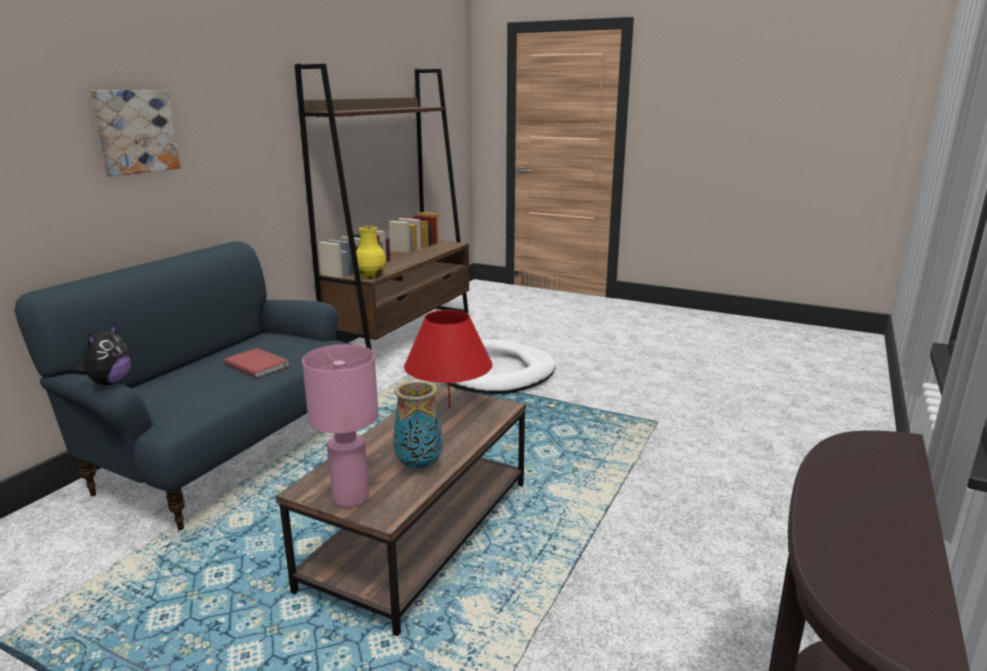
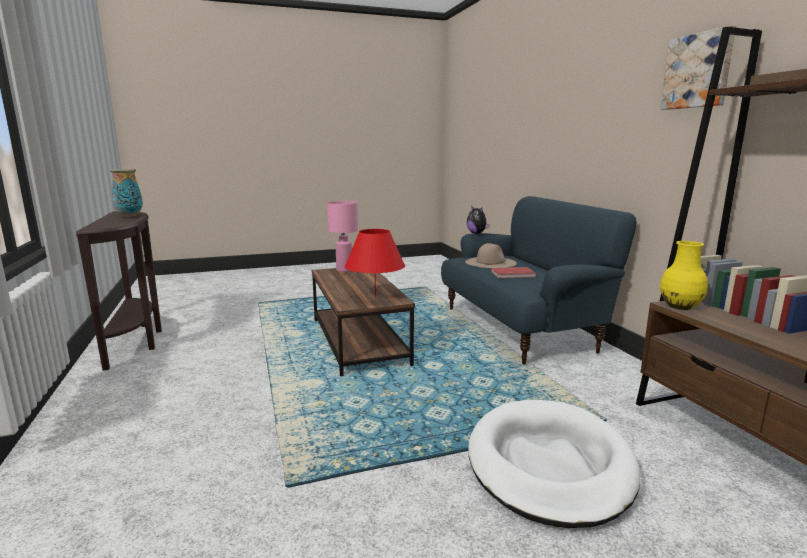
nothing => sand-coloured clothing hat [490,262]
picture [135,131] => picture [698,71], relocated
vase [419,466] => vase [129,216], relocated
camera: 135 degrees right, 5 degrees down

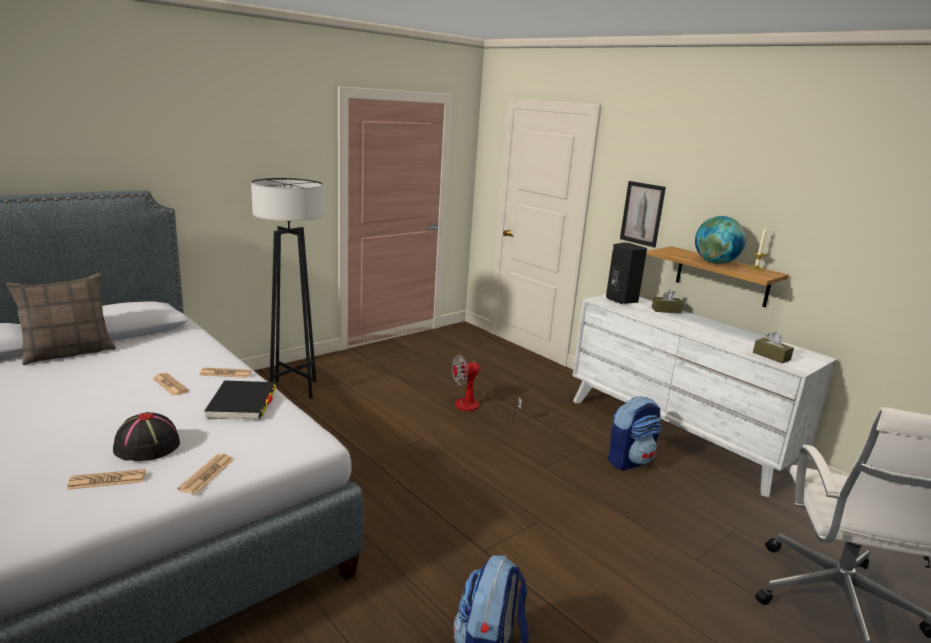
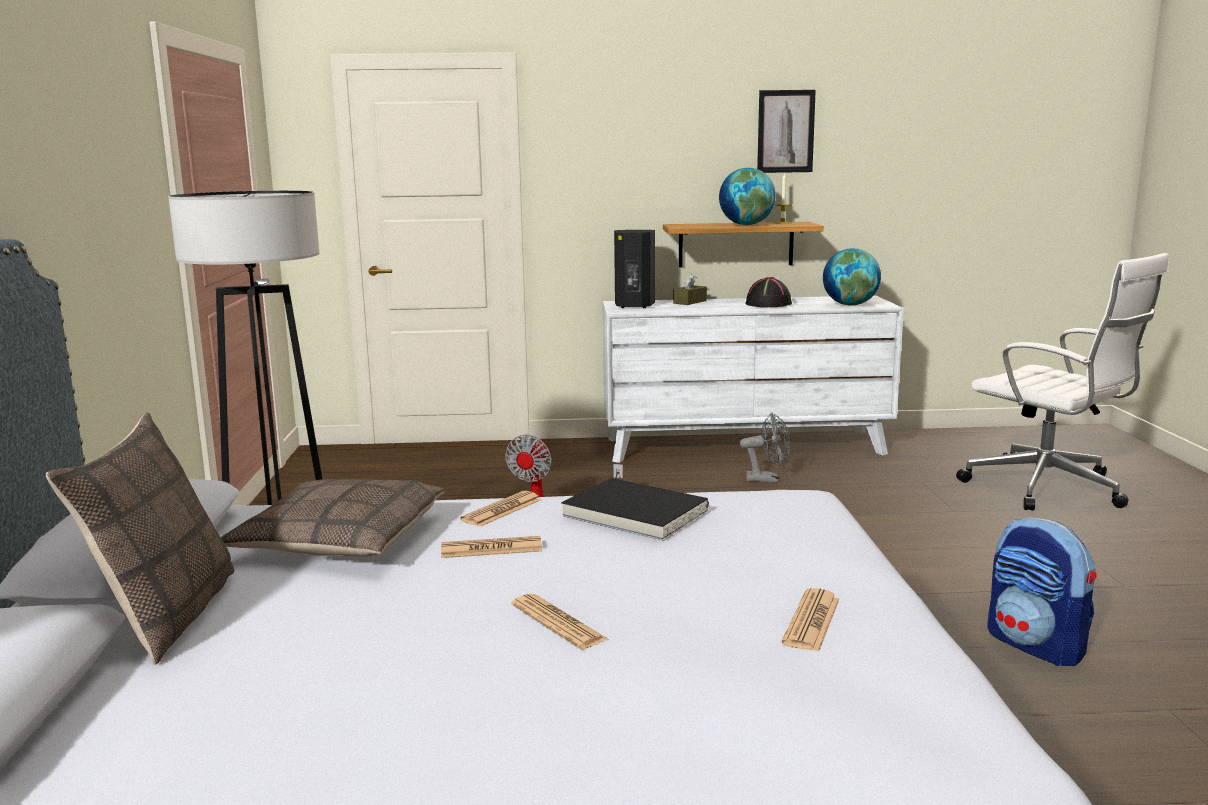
nothing => pillow [339,539]
black-coloured clothing hat [146,446] => black-coloured clothing hat [768,304], relocated
newspaper [207,474] => newspaper [558,622], relocated
picture [642,213] => picture [785,131], relocated
backpack [630,460] => greyish fan [767,479]
brownish tissue box [771,356] => desk globe [850,305]
camera: 50 degrees left, 5 degrees down

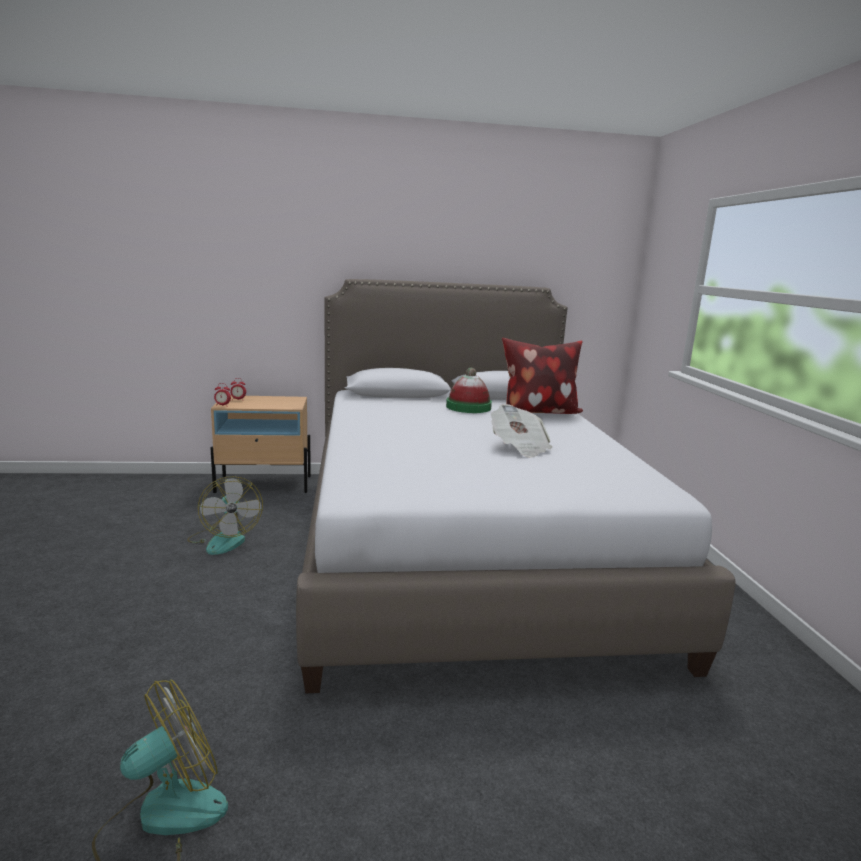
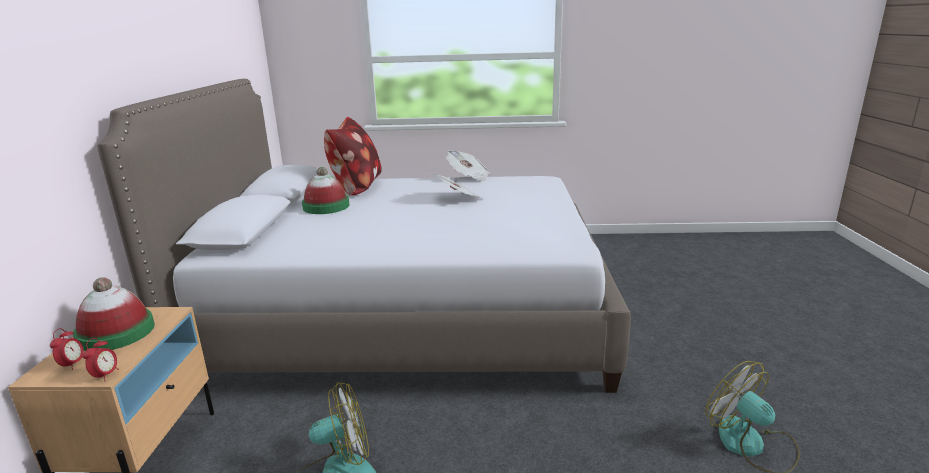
nothing => clothing hat [116,333]
nothing => newspaper [468,177]
camera: 80 degrees left, 5 degrees up

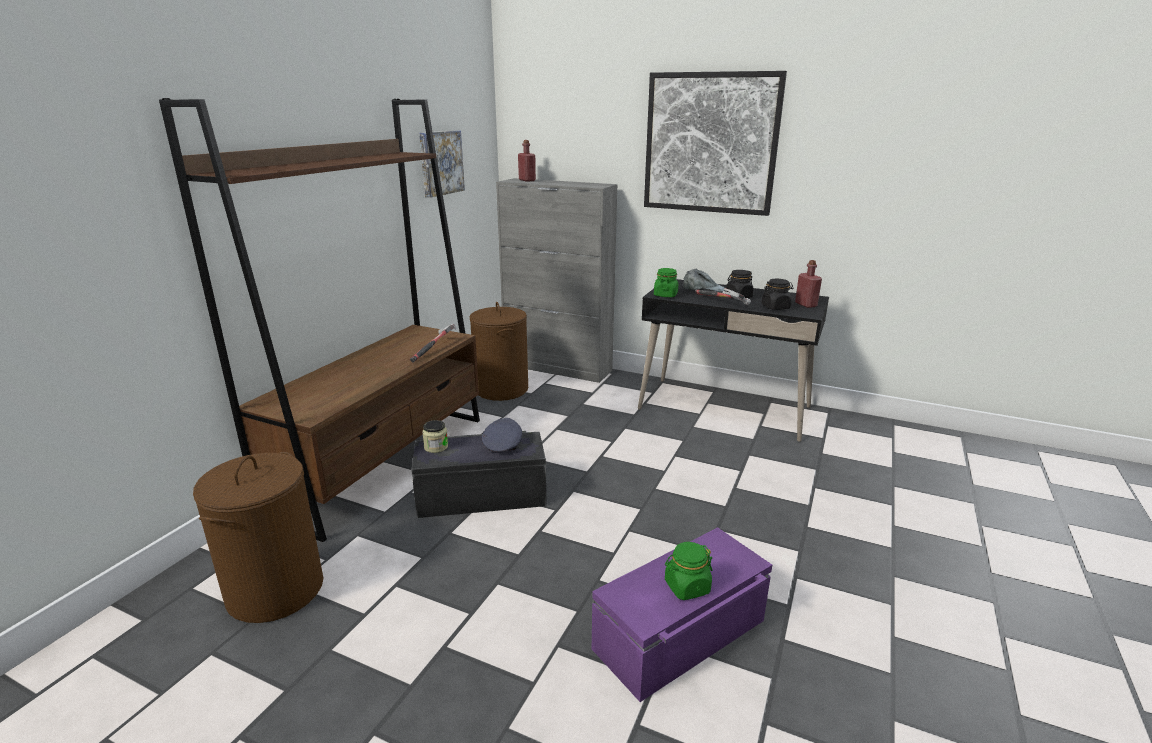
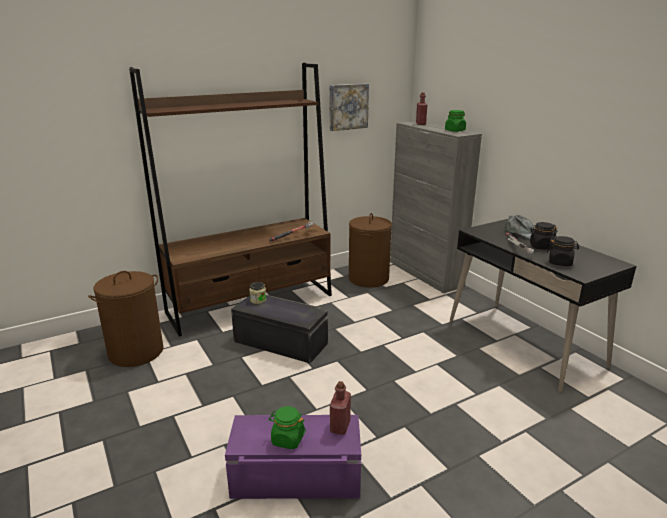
greyish cap [502,444] => nothing
picture [710,143] => nothing
green-coloured storage jar [665,295] => green-coloured storage jar [455,130], relocated
red-coloured drink bottle [806,304] => red-coloured drink bottle [340,426], relocated
camera: 35 degrees right, 0 degrees up

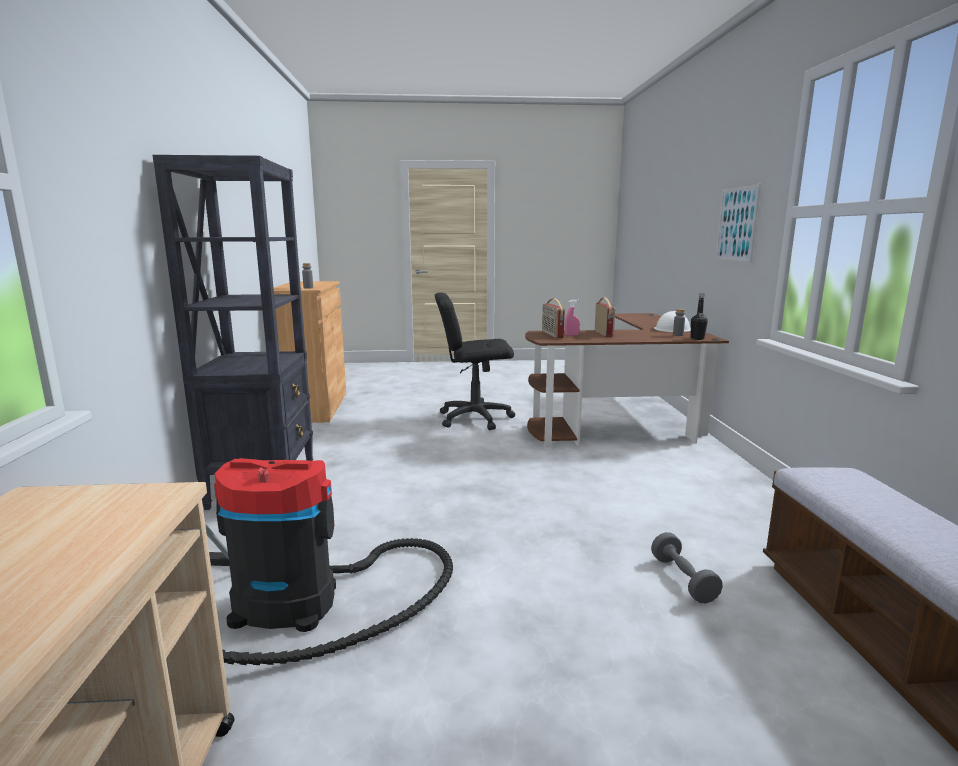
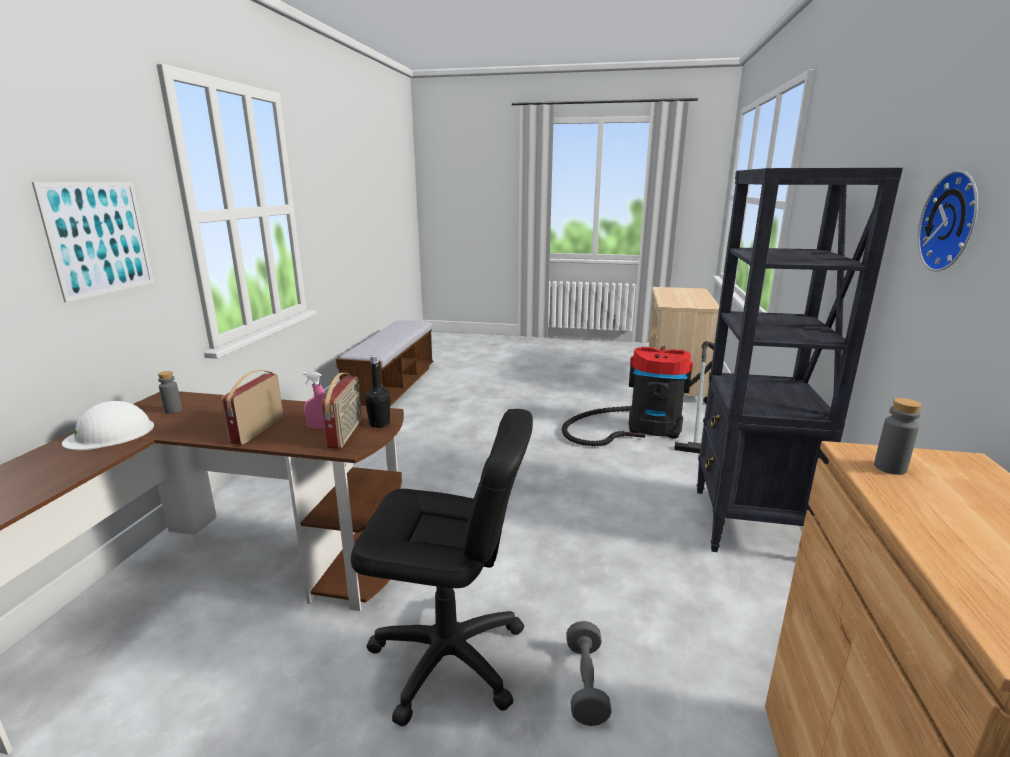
nothing => wall clock [954,222]
greyish dumbbell [683,579] => greyish dumbbell [586,683], relocated
black-coloured drink bottle [697,339] => black-coloured drink bottle [379,424], relocated
camera: 165 degrees left, 5 degrees up

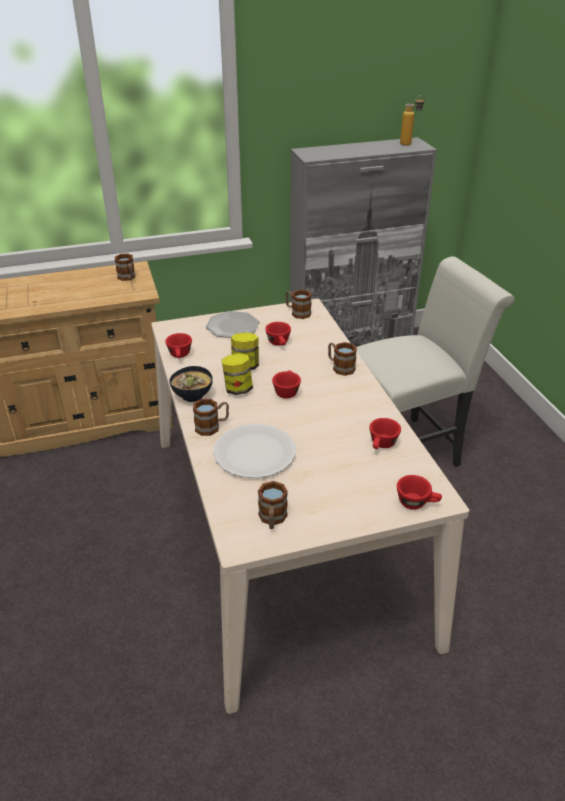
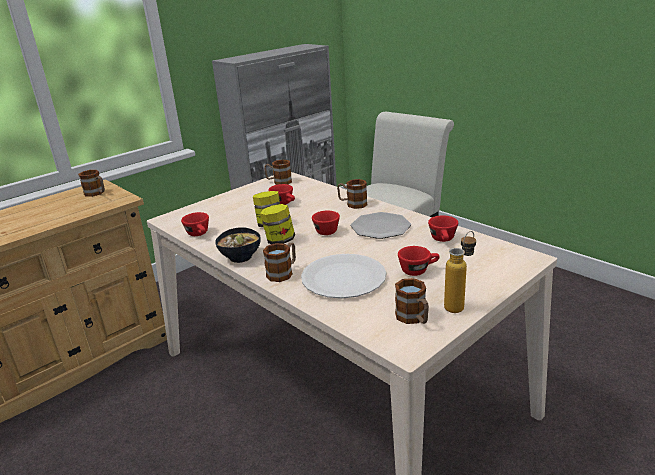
plate [232,326] => plate [380,227], relocated
red-coloured drinking cup [417,503] => red-coloured drinking cup [418,270], relocated
drink bottle [410,143] => drink bottle [459,305], relocated
camera: 25 degrees left, 10 degrees down

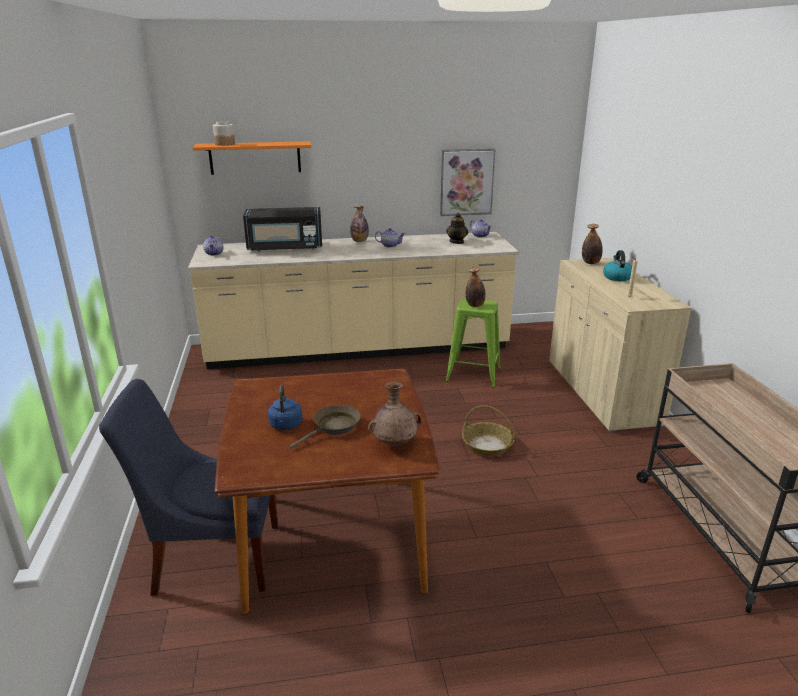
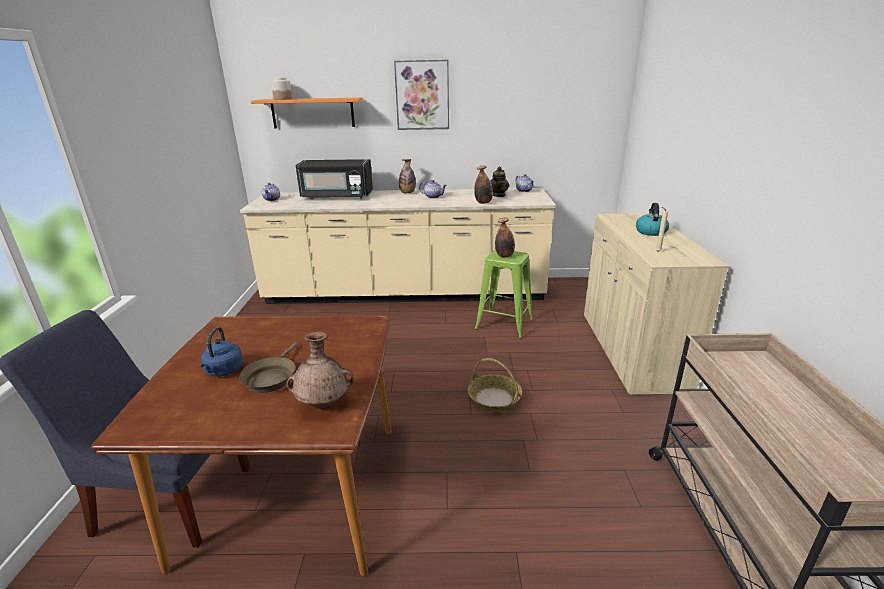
picture [466,182] => picture [422,95], relocated
drink bottle [590,263] => drink bottle [483,203], relocated
brownish skillet [334,427] => brownish skillet [271,377], 135 degrees clockwise
camera: 10 degrees right, 0 degrees up

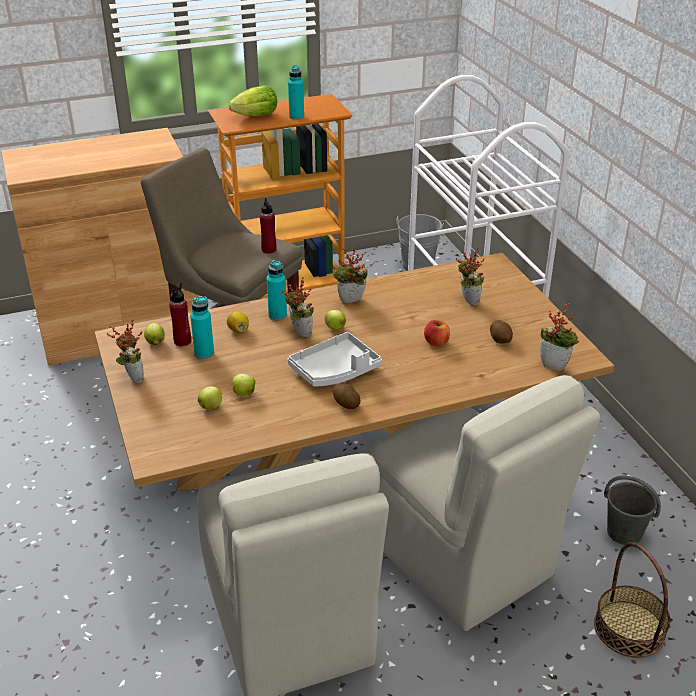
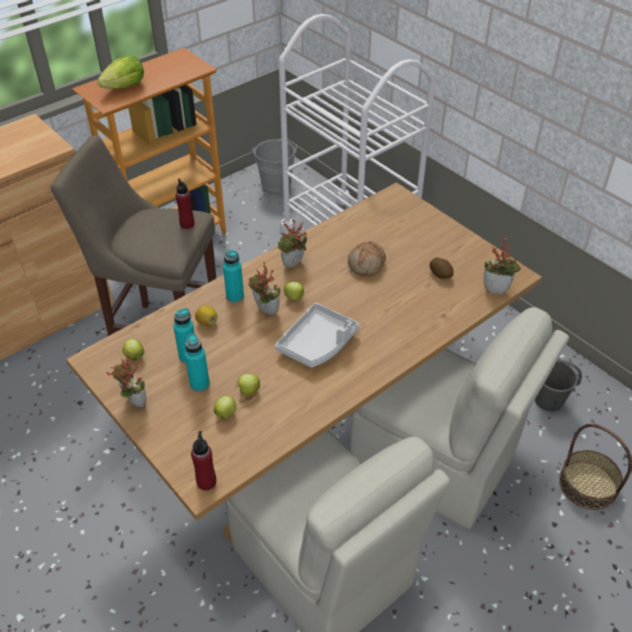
spud [345,403] => nothing
apple [436,342] => nothing
potted plant [467,301] => nothing
nothing => bakery bread [367,264]
red-coloured drink bottle [182,341] => red-coloured drink bottle [206,482], relocated
blue-green drink bottle [296,116] => blue-green drink bottle [199,384], relocated
camera: 20 degrees left, 10 degrees up

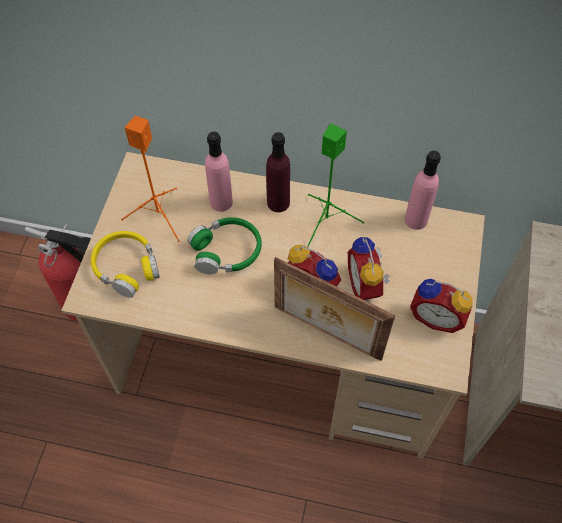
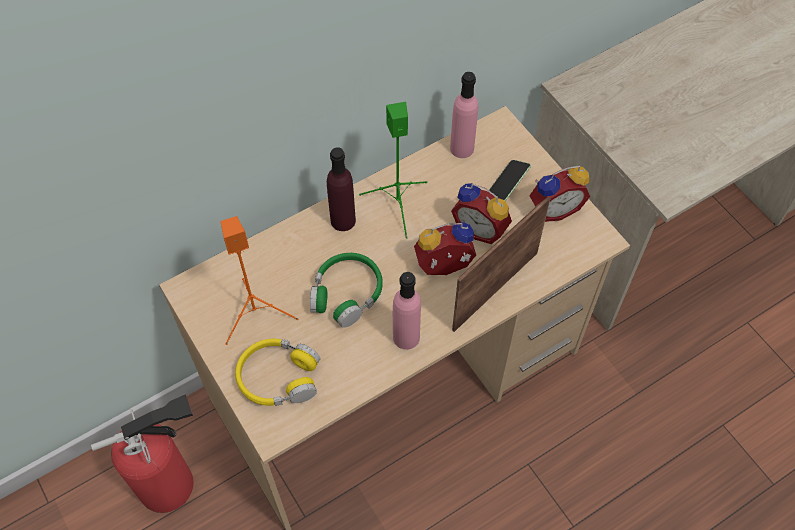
nothing => phone [507,185]
pink drink bottle [221,202] => pink drink bottle [406,337], relocated
picture frame [326,334] => picture frame [493,289], 150 degrees clockwise
camera: 45 degrees left, 0 degrees up

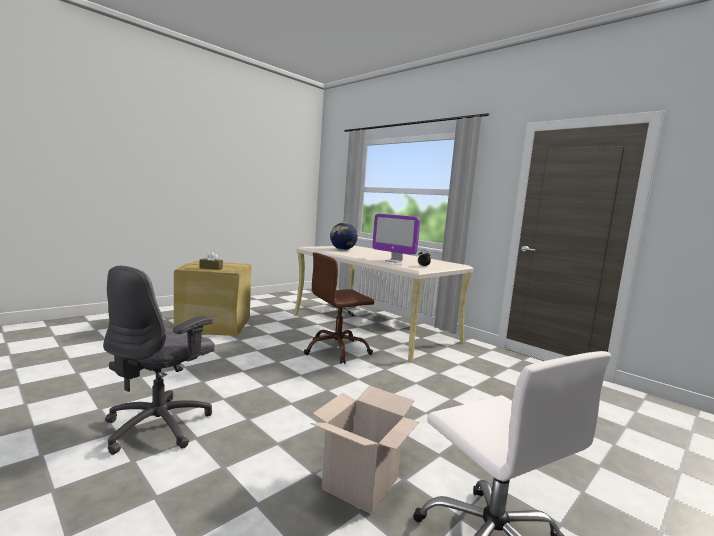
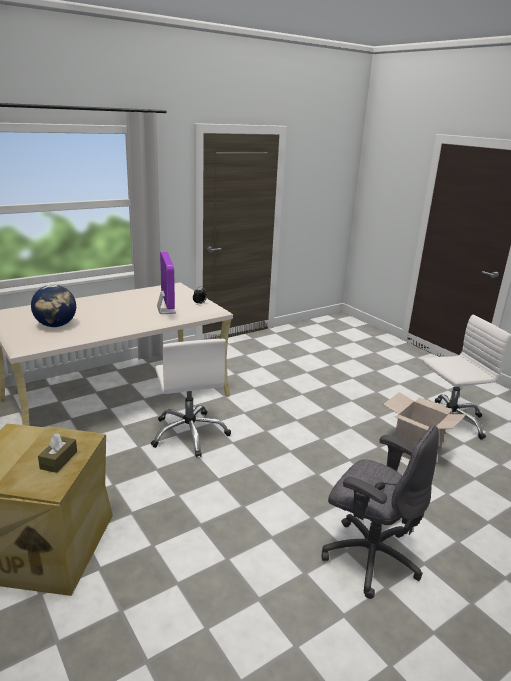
brownish office chair [337,350] => white-coloured office chair [190,434]
monitor [393,261] => monitor [166,311], 60 degrees counterclockwise
camera: 80 degrees left, 15 degrees up

